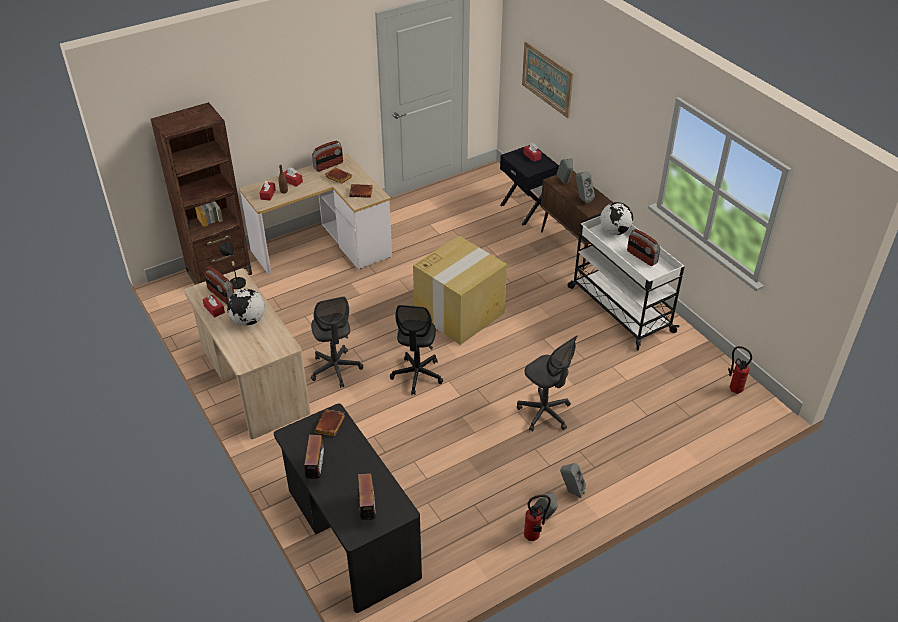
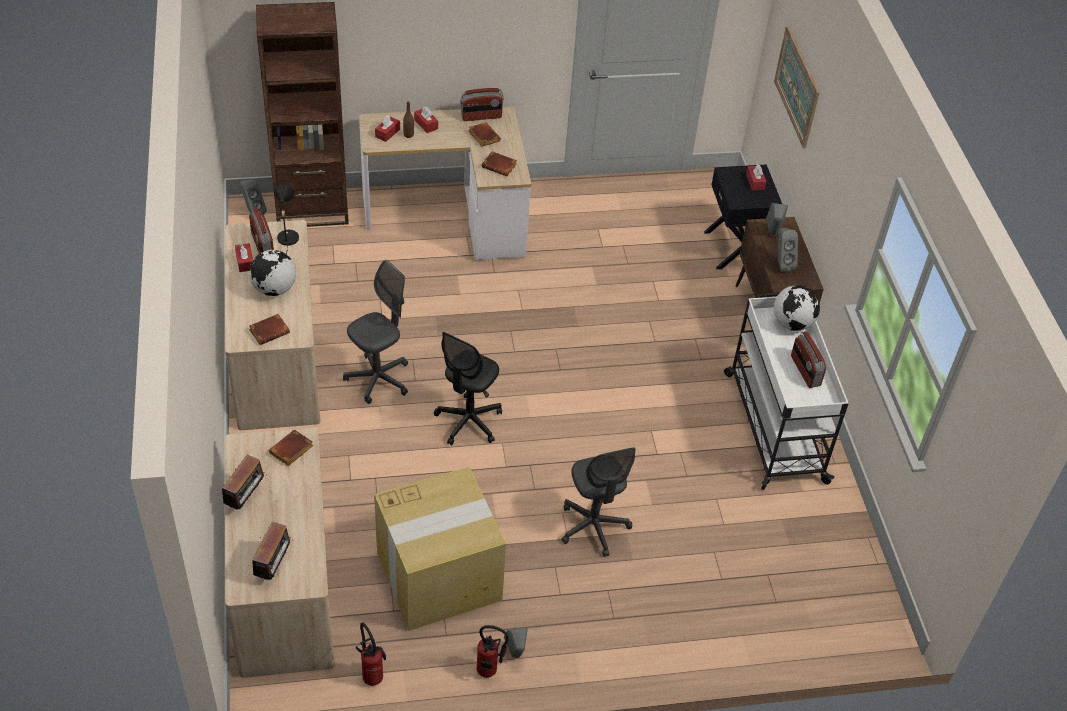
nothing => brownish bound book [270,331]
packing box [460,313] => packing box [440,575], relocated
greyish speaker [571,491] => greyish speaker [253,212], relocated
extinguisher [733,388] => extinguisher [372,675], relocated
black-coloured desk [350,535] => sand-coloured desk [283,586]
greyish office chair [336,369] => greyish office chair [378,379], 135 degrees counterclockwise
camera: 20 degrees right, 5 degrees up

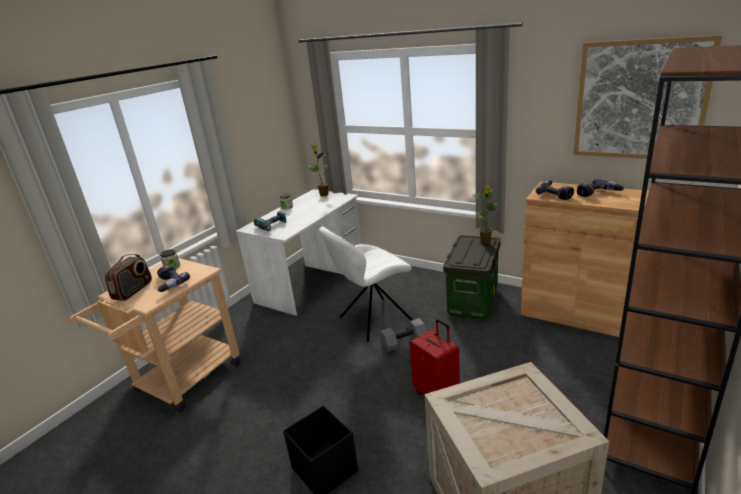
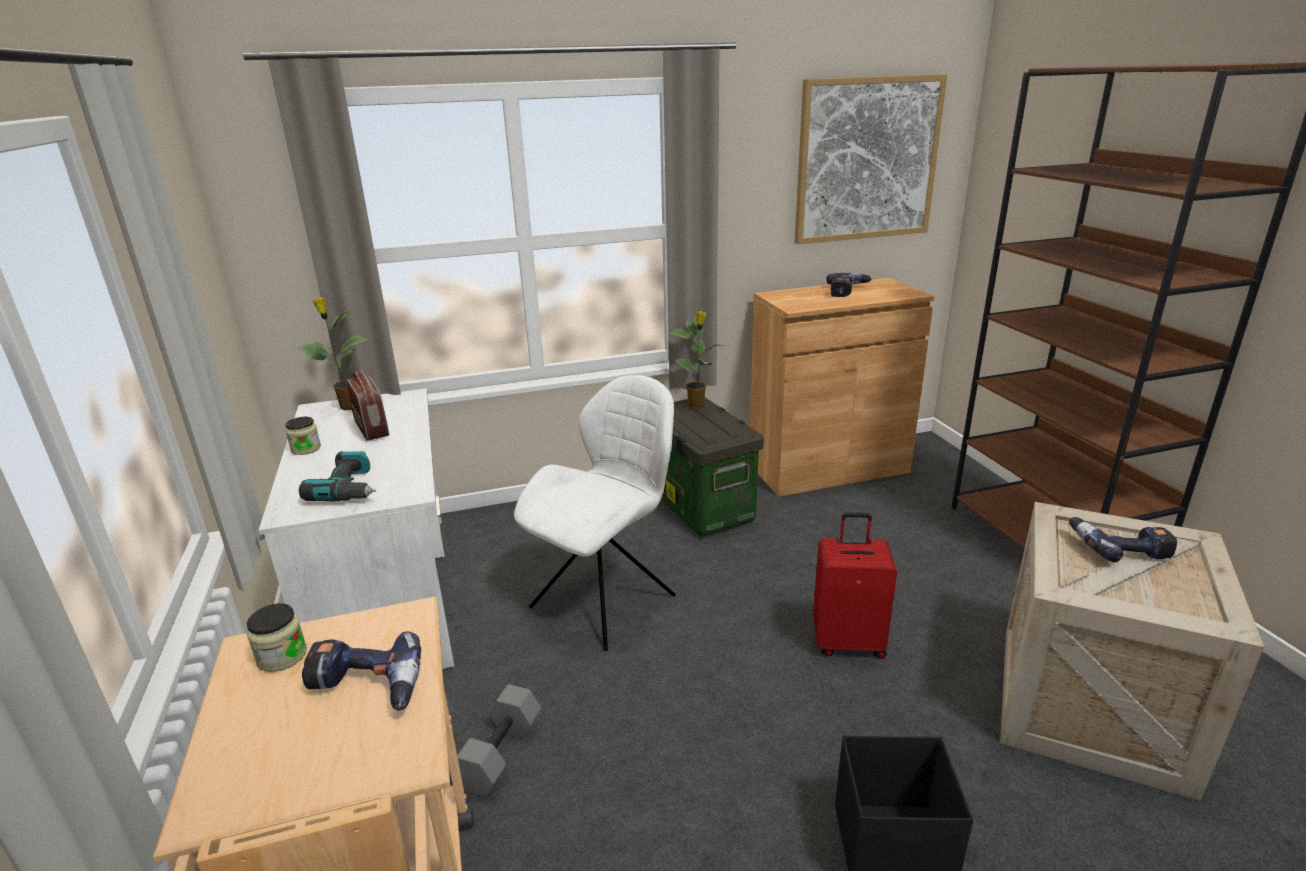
radio [133,291] => radio [372,428], relocated
greyish dumbbell [403,343] => greyish dumbbell [501,755], relocated
drill [556,194] => drill [1118,547], relocated
white-coloured plain chair [373,320] => white-coloured plain chair [607,599], 150 degrees counterclockwise
camera: 50 degrees left, 0 degrees up

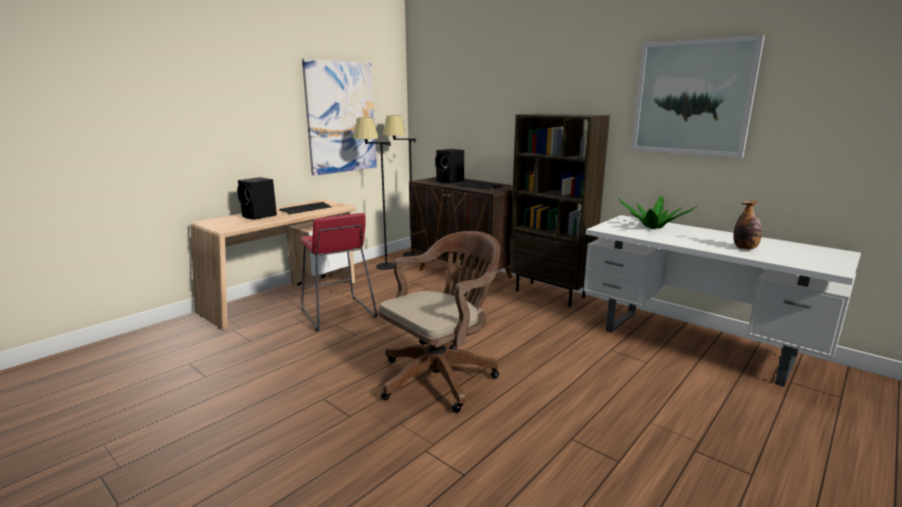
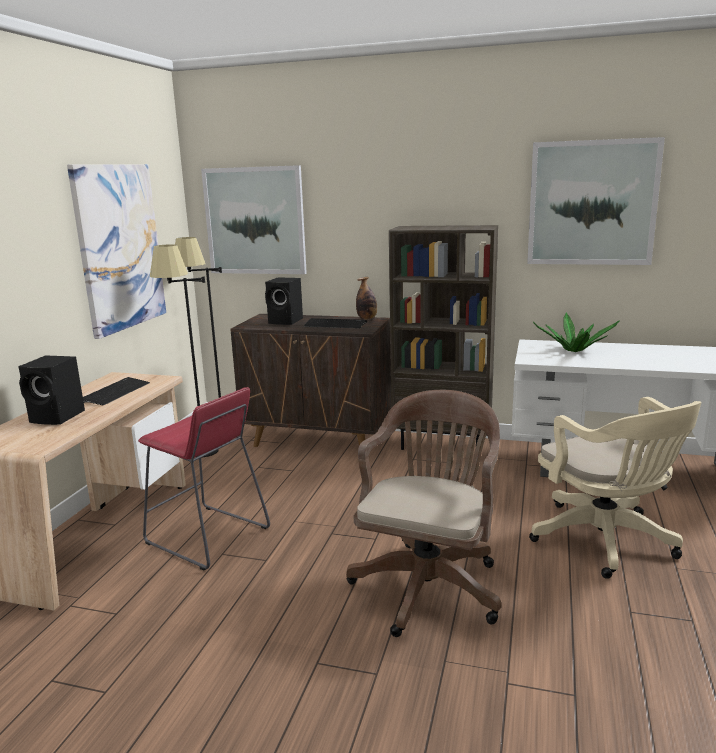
nothing => picture [255,221]
nothing => sand-coloured office chair [607,542]
drink bottle [745,248] => drink bottle [367,319], relocated
camera: 25 degrees left, 0 degrees up

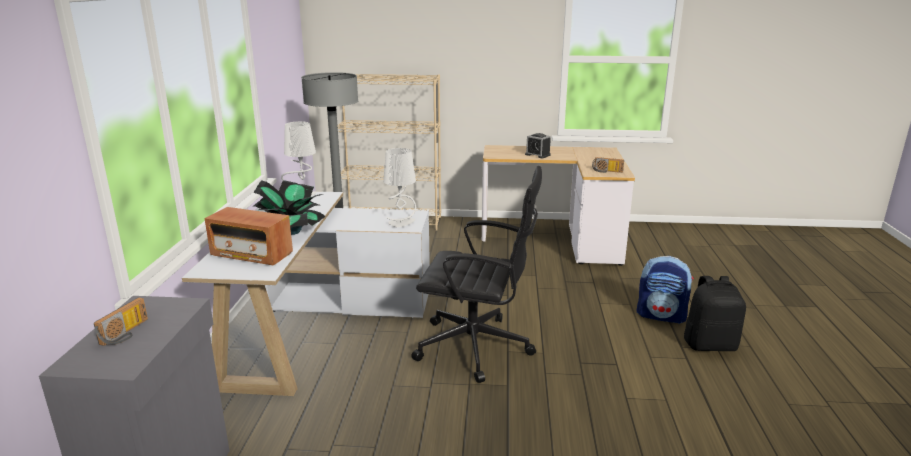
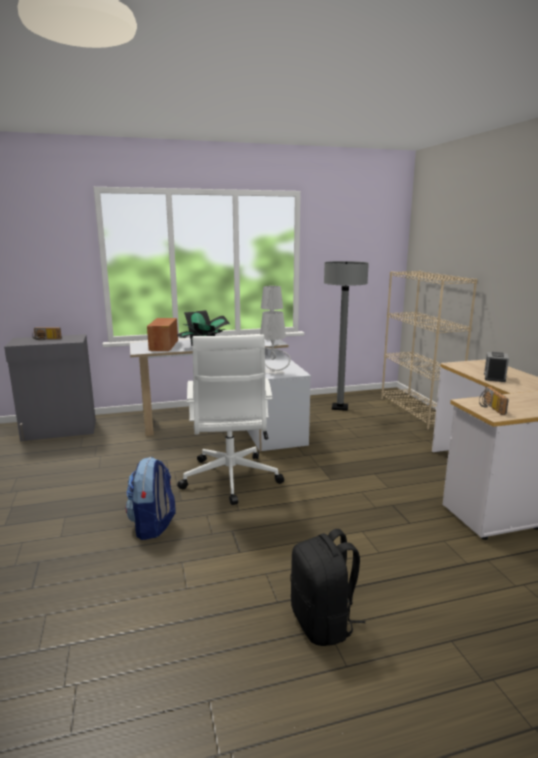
backpack [661,316] => backpack [153,526], relocated
black-coloured office chair [477,347] => white-coloured office chair [230,480]
camera: 70 degrees right, 5 degrees down

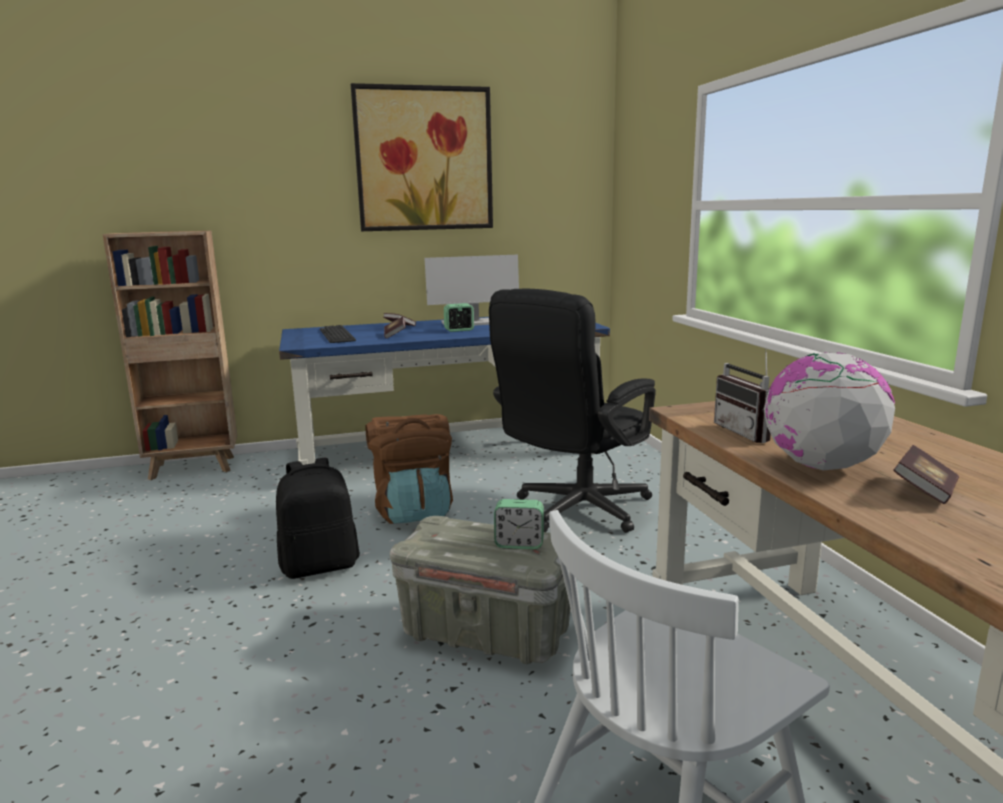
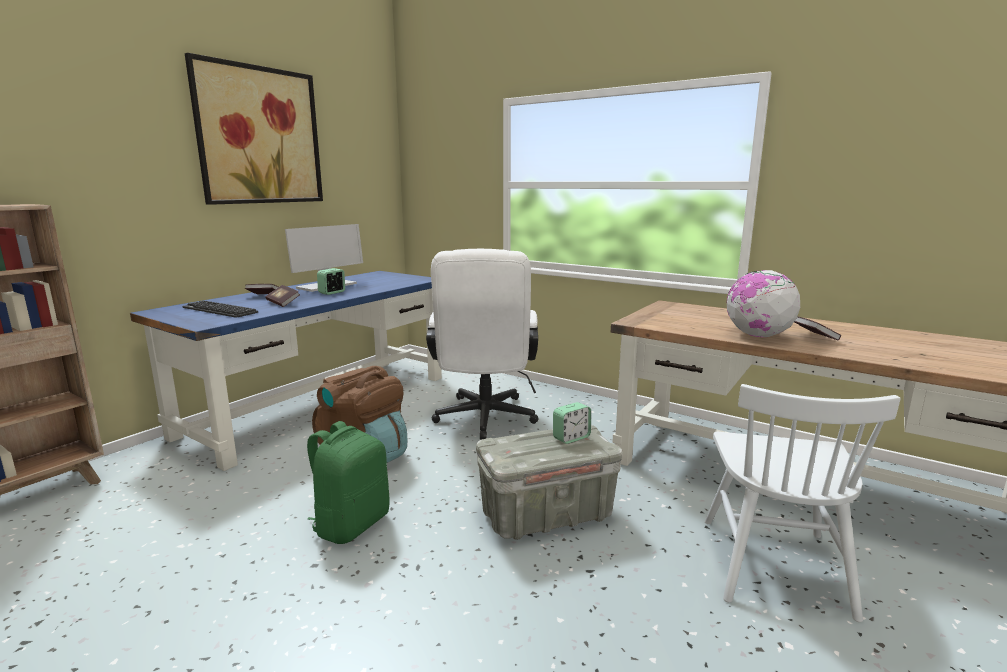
radio [748,433] => nothing
black-coloured backpack [320,566] => green-coloured backpack [351,524]
black-coloured office chair [574,512] => white-coloured office chair [484,420]
camera: 40 degrees left, 0 degrees up

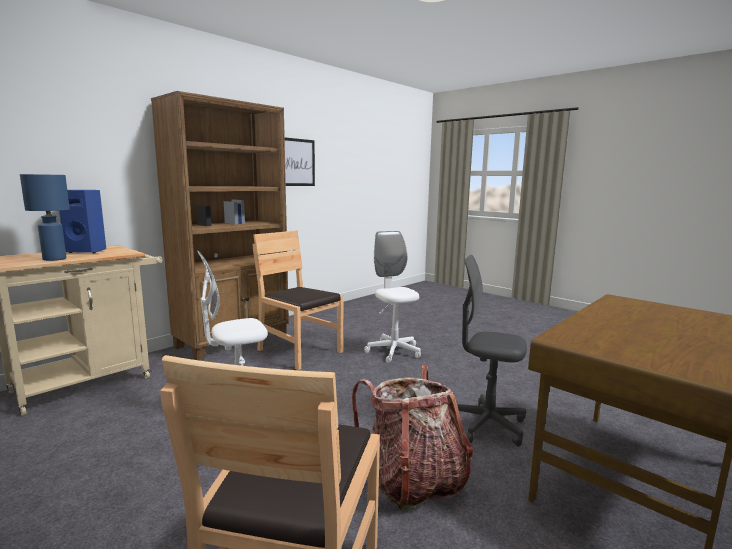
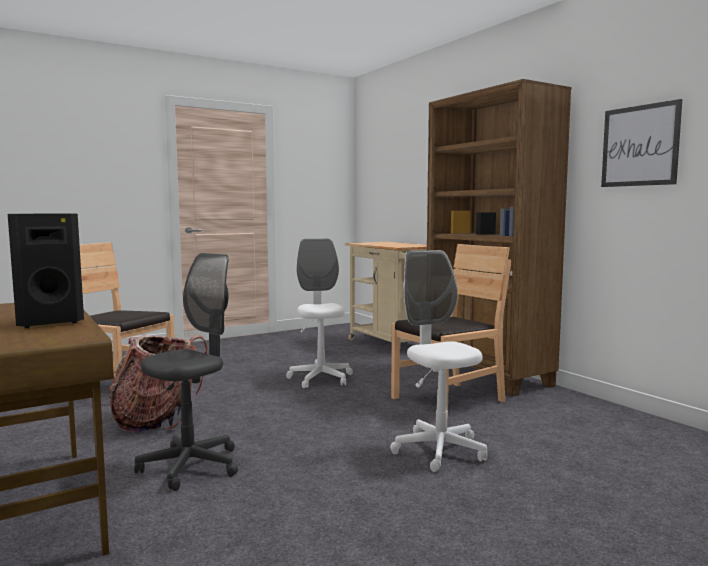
blue tabletop lamp [55,259] => nothing
blue speaker [87,251] => nothing
nothing => black-coloured speaker [49,322]
white-coloured office chair [393,351] => white-coloured office chair [439,450], 105 degrees counterclockwise
camera: 105 degrees right, 5 degrees down

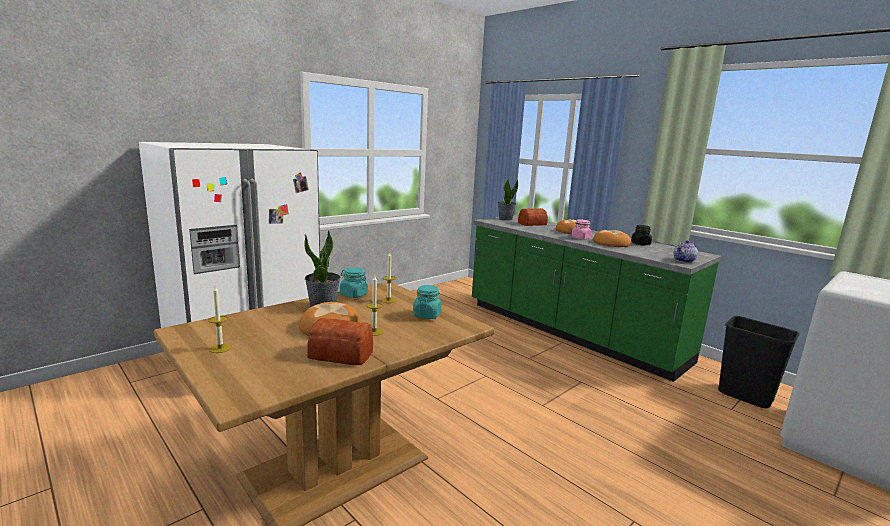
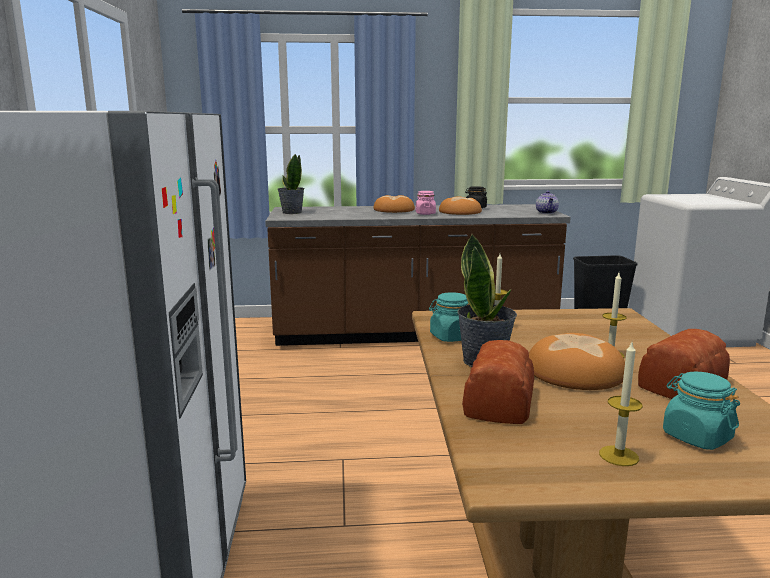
blue-green storage jar [427,315] => blue-green storage jar [696,437], relocated
bakery bread [531,224] => bakery bread [496,403], relocated
green-coloured kitchen counter [570,332] => brownish kitchen counter [413,333]
camera: 50 degrees left, 0 degrees up

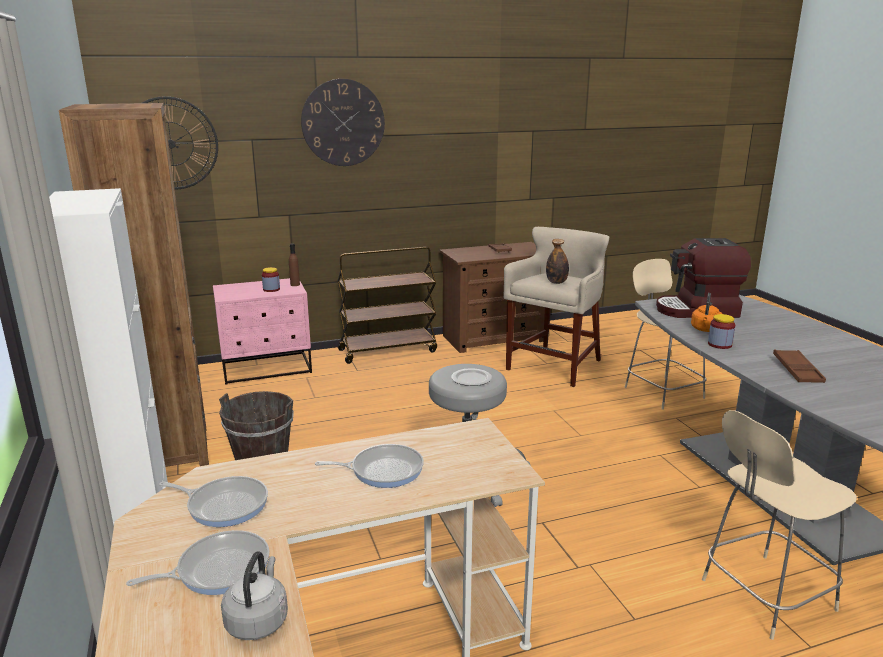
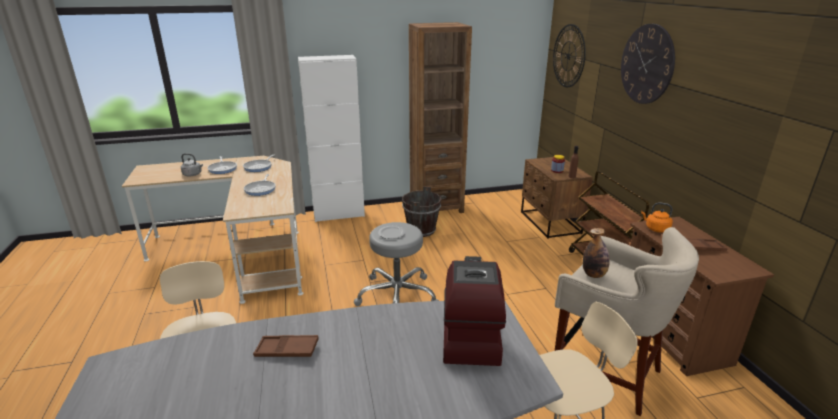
storage jar [719,344] => nothing
orange-coloured water kettle [705,330] => orange-coloured water kettle [655,229], relocated
pink bedside table [267,368] => brownish bedside table [550,223]
camera: 95 degrees right, 5 degrees up

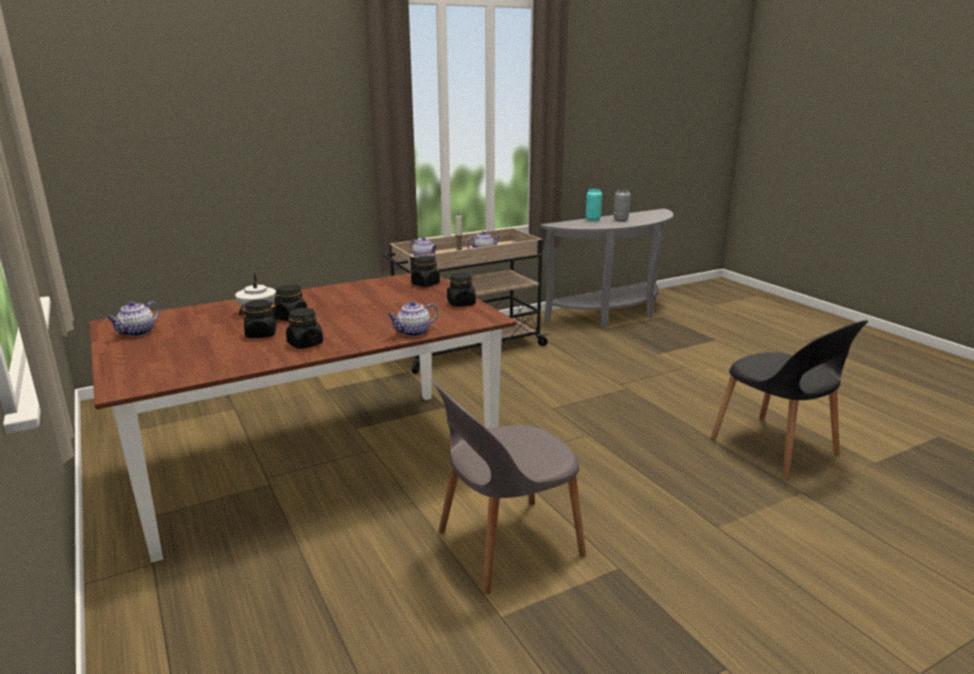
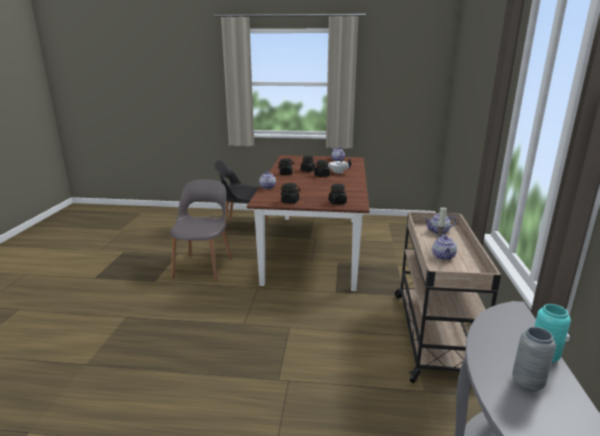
black-coloured plain chair [776,448] => black-coloured plain chair [244,228], relocated
camera: 125 degrees right, 0 degrees up

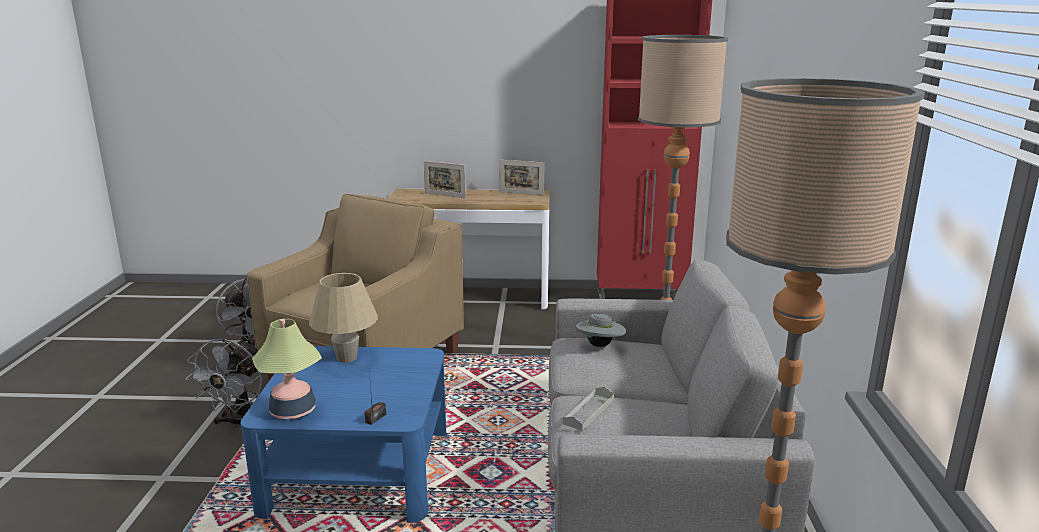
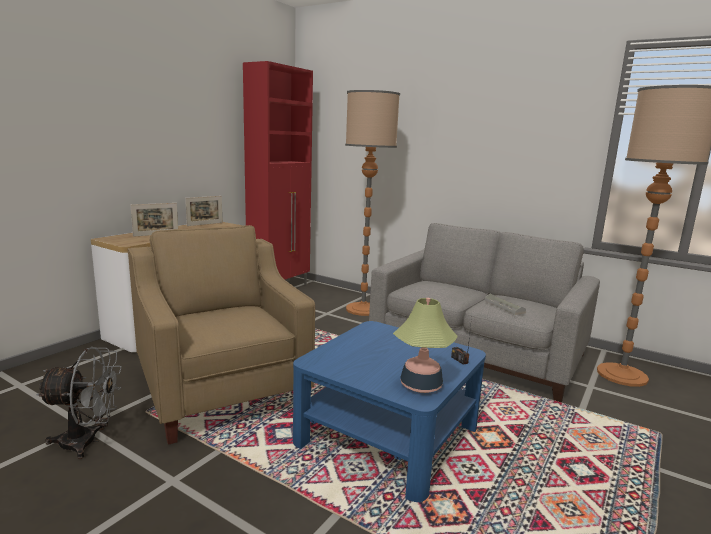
greyish fan [239,423] => nothing
sand-coloured tabletop lamp [346,358] => nothing
greyish clothing hat [600,345] => nothing
camera: 60 degrees left, 5 degrees down

